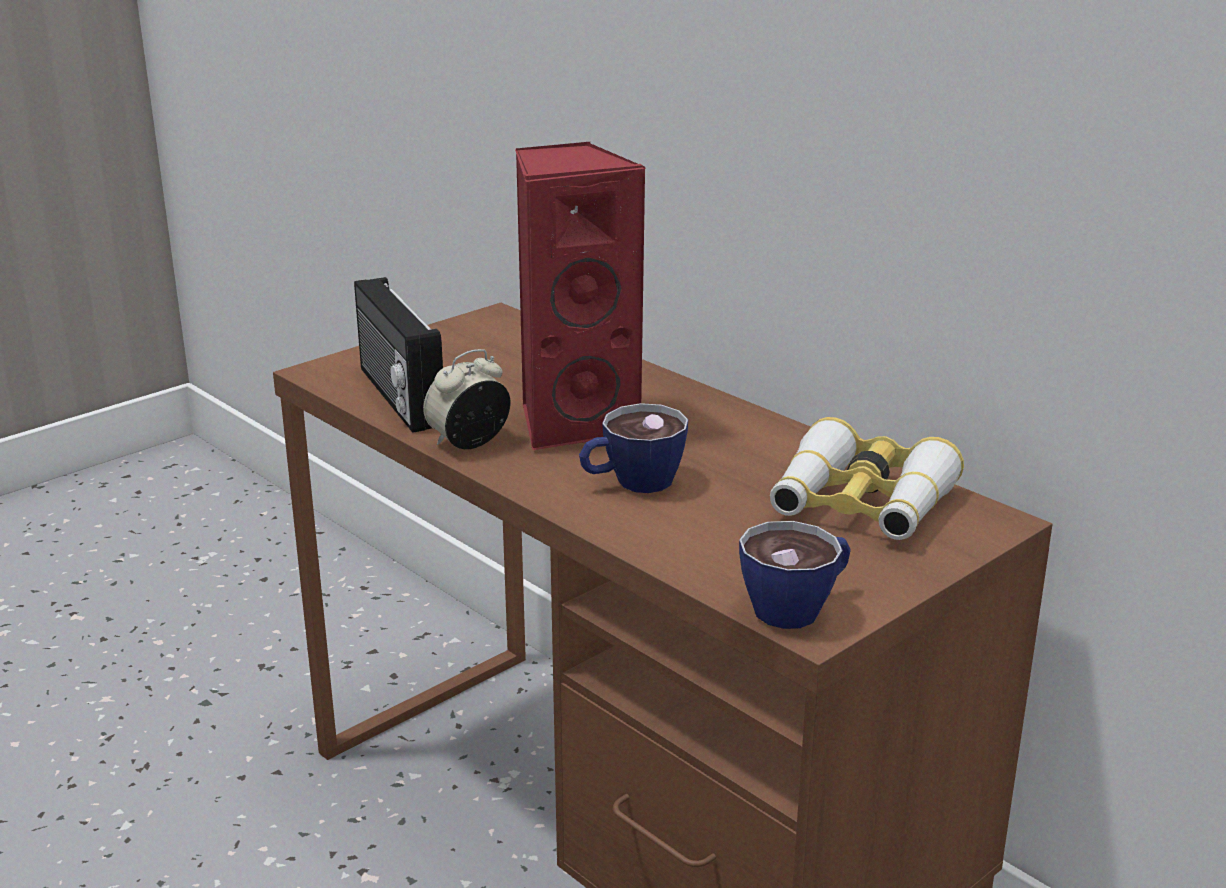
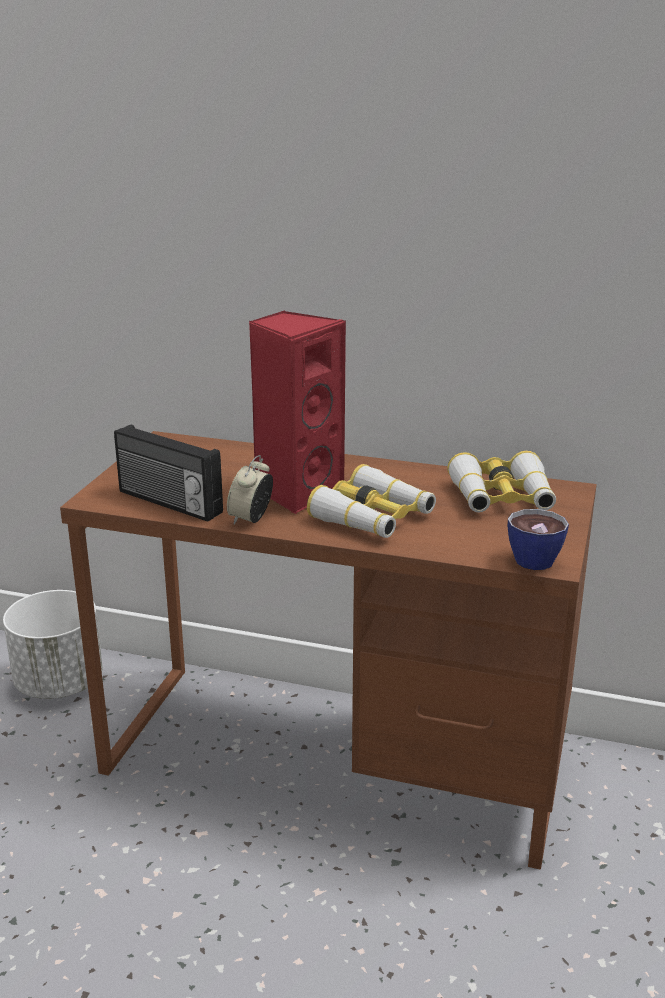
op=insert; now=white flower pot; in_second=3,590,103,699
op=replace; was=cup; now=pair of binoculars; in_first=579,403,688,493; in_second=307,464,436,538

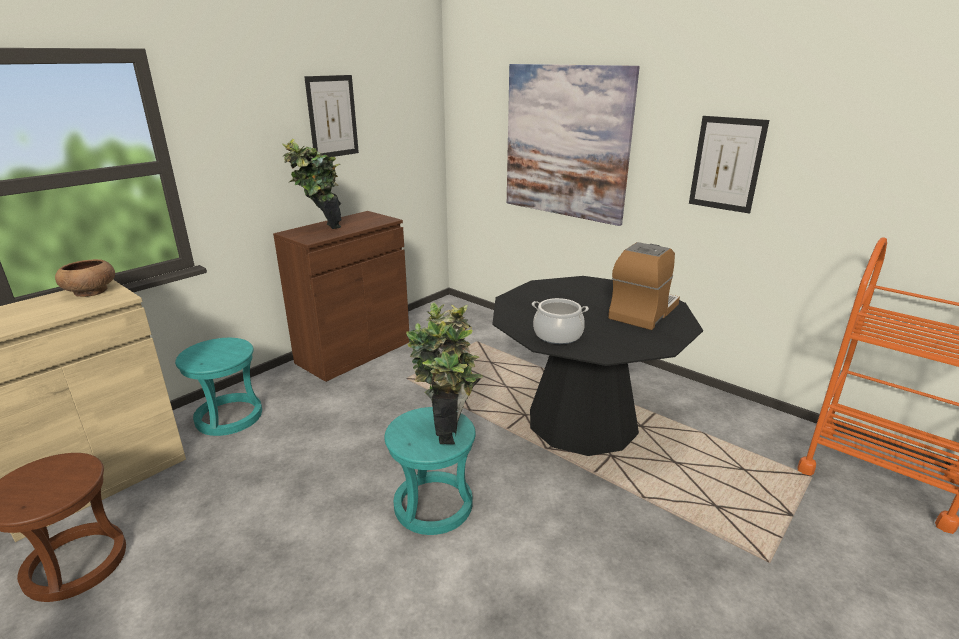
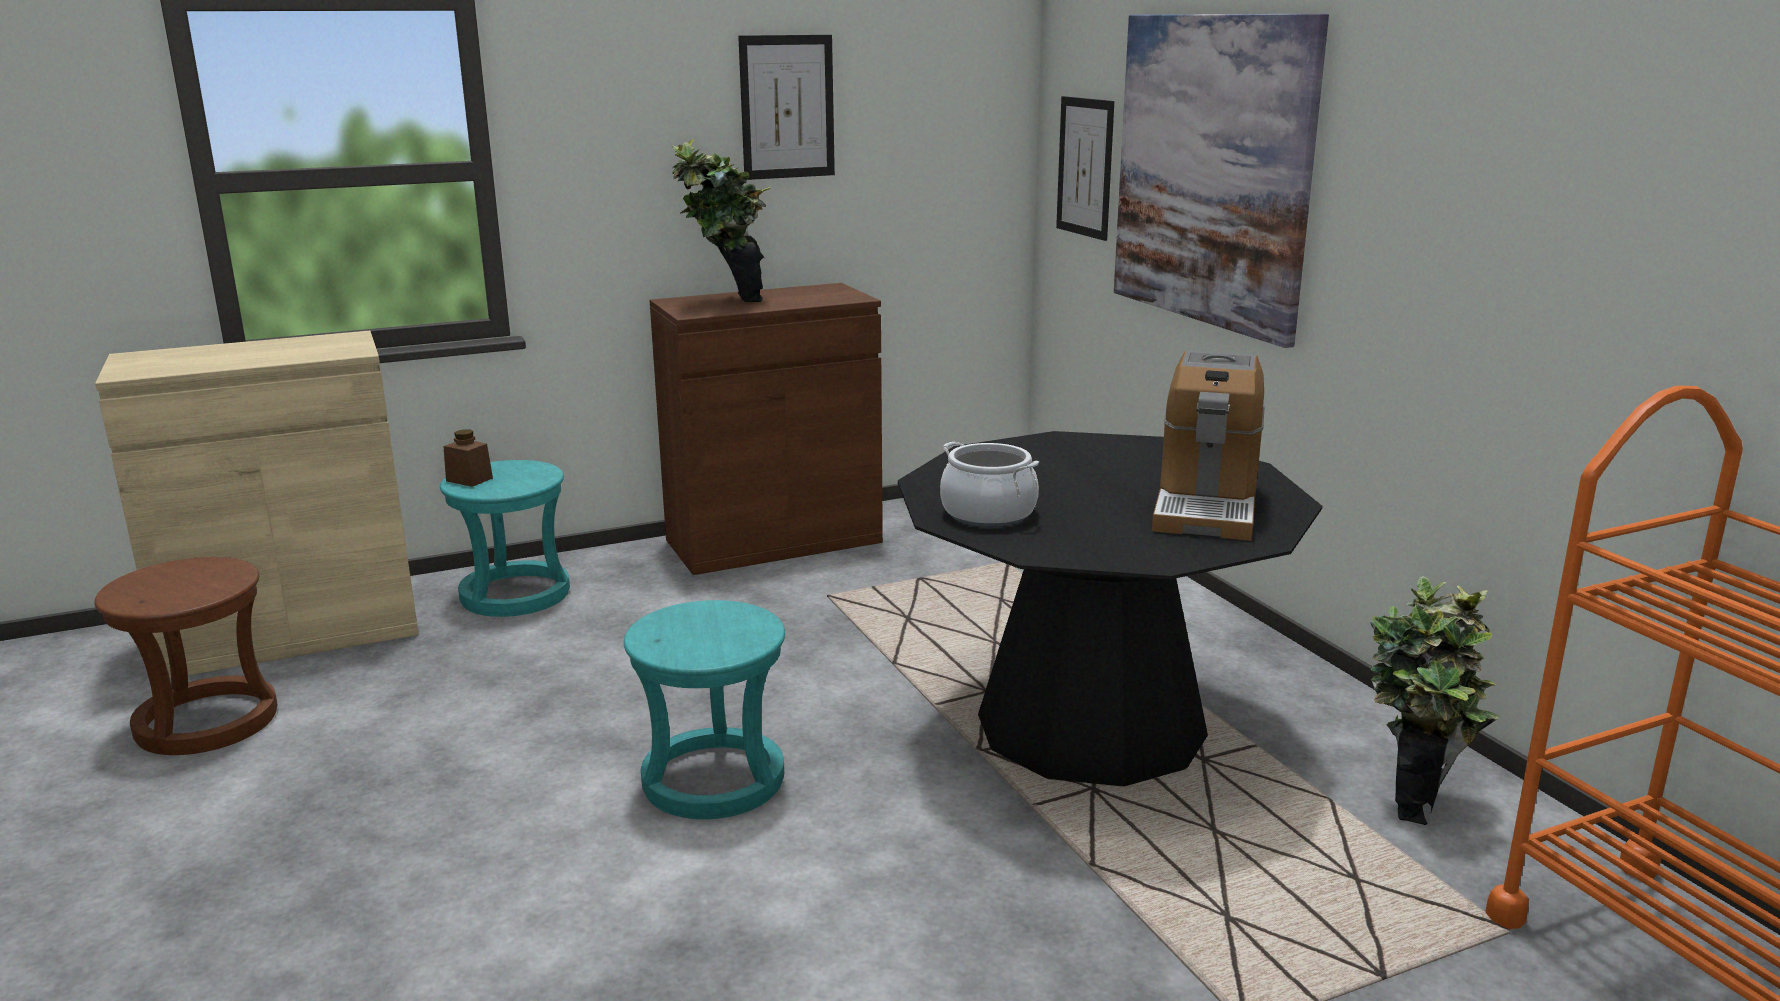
op=insert; now=brown preserve jar; in_second=443,429,493,487
op=move; was=wall picture; in_first=689,116,769,214; in_second=1056,96,1114,241
op=rotate; was=coffee brewer; in_first=608,242,680,330; in_second=1152,351,1265,541; clockwise=135
op=move; was=plant in a pot; in_first=406,302,483,444; in_second=1370,576,1499,825
op=delete; was=brown bowl; in_first=55,259,115,297

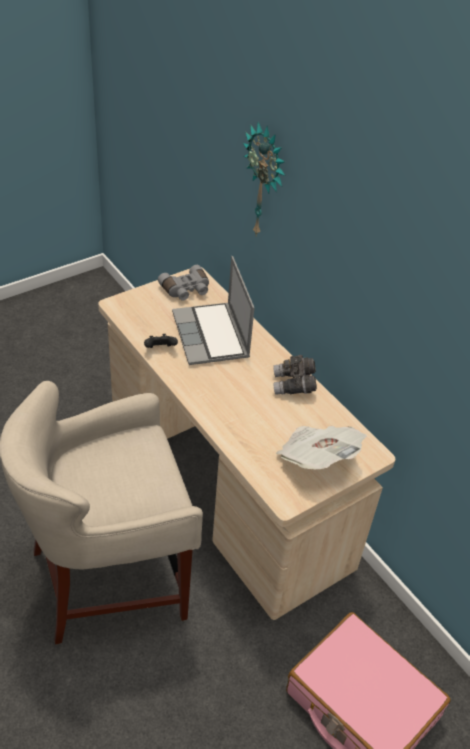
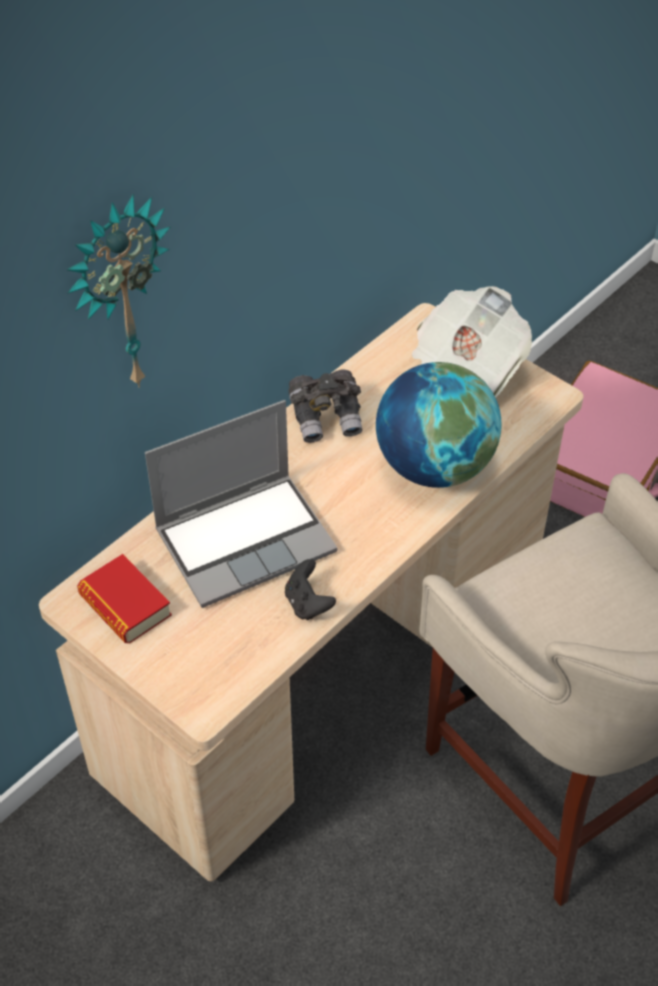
op=replace; was=grey pair of binoculars; now=volume; in_first=158,265,209,301; in_second=77,554,172,644
op=insert; now=world globe; in_second=376,362,502,488

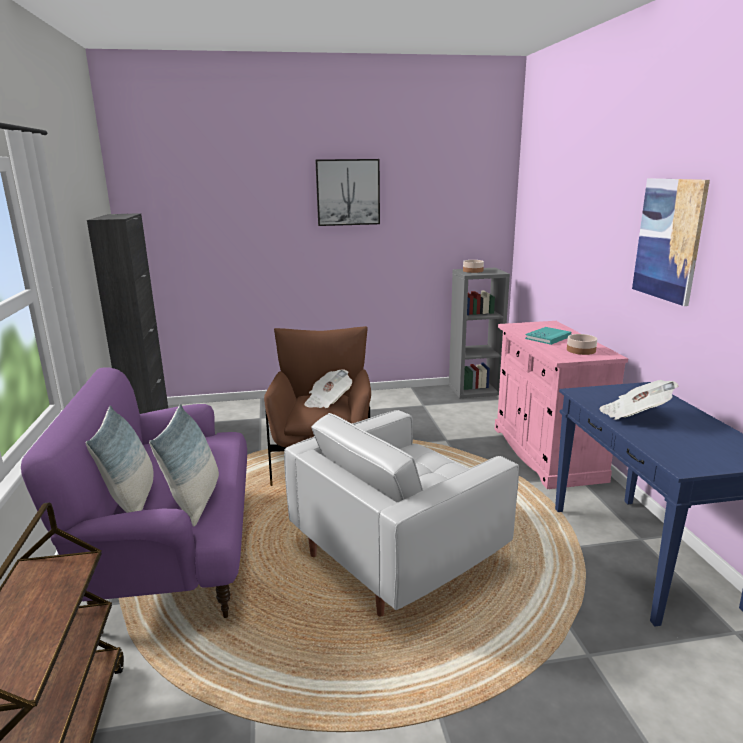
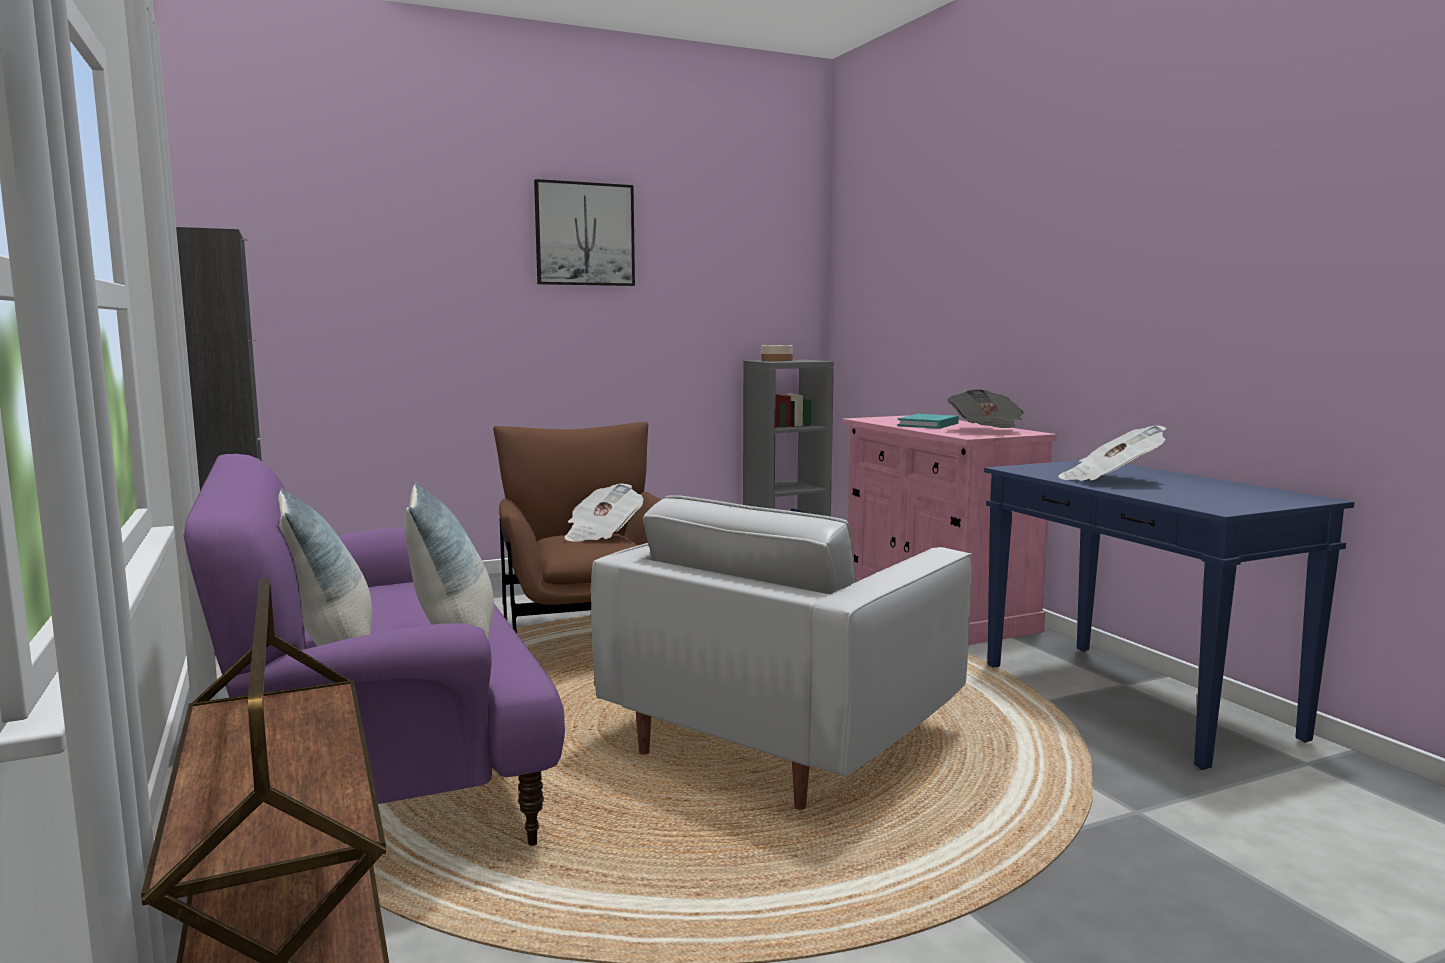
op=replace; was=bowl; now=newspaper; in_first=567,334,597,355; in_second=948,389,1024,428
op=delete; was=wall picture; in_first=632,178,710,306

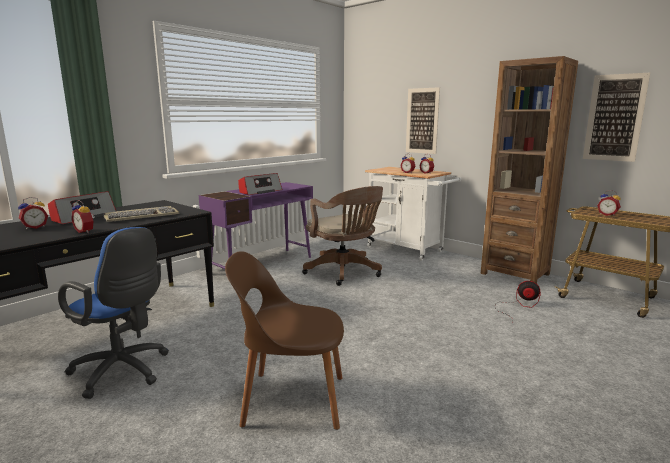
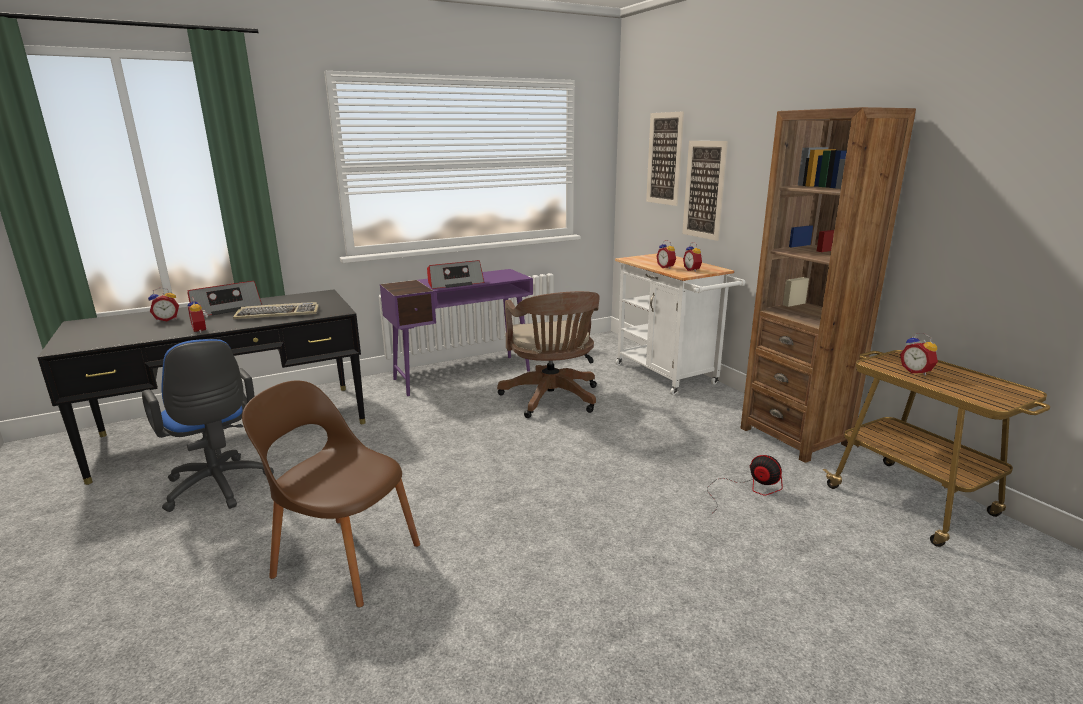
op=move; was=wall picture; in_first=583,73,650,162; in_second=646,111,684,206

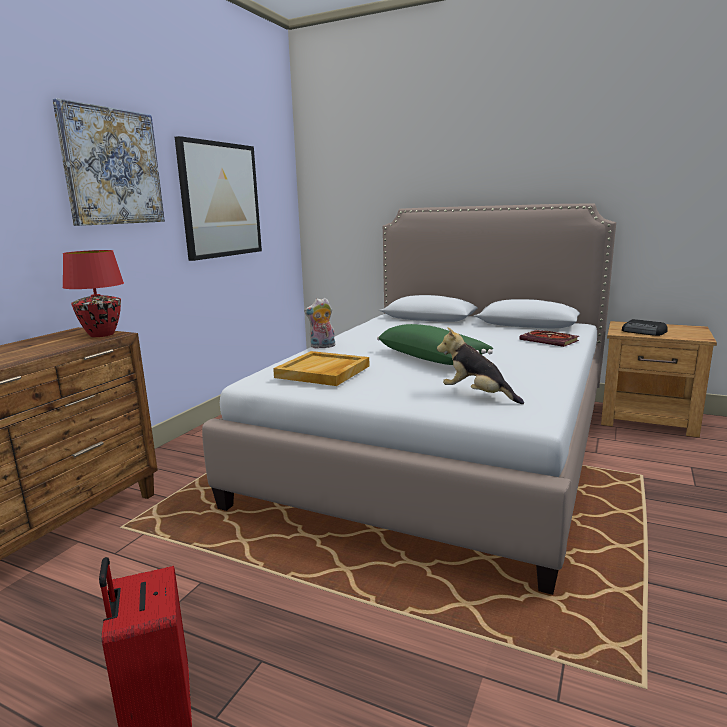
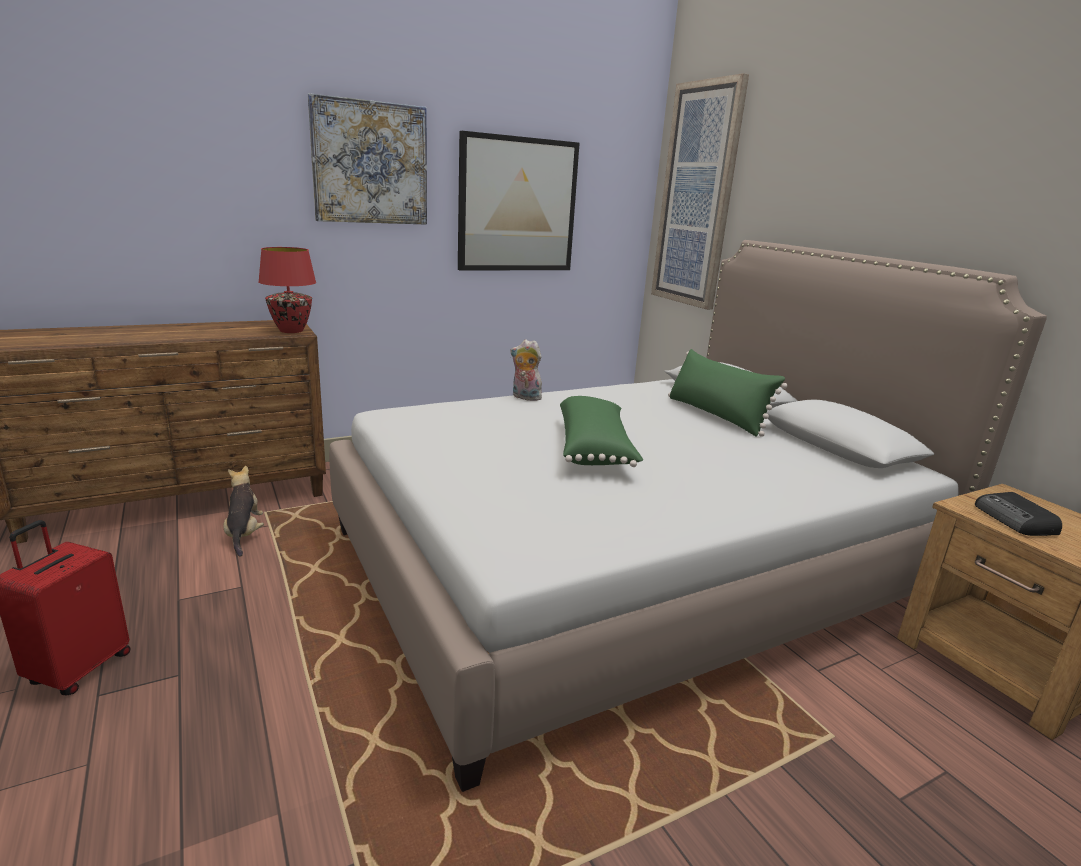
op=move; was=soft toy; in_first=437,327,524,404; in_second=224,466,264,557
op=insert; now=wall picture; in_second=651,73,749,310
op=insert; now=greenish throw pillow; in_second=668,349,788,437
op=delete; was=beige tray; in_first=273,351,369,386
op=delete; was=volume; in_first=519,330,579,347

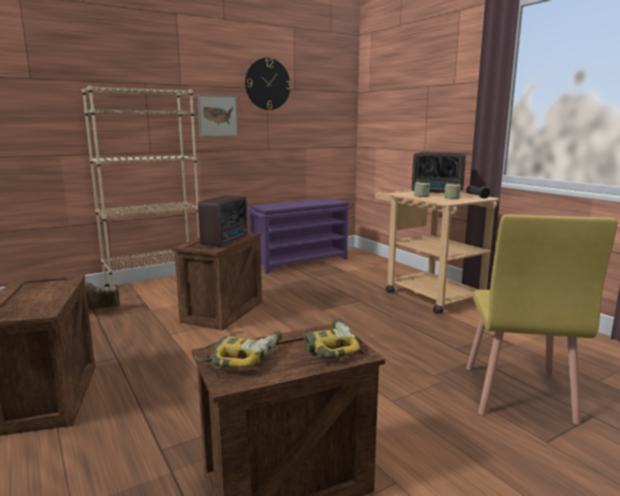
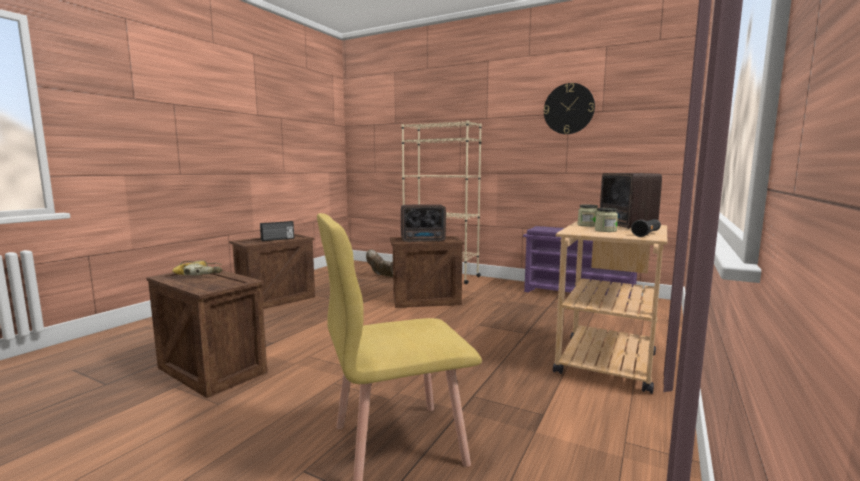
op=insert; now=radio set; in_second=260,221,294,241
op=delete; was=wall picture; in_first=198,95,238,137
op=delete; was=power drill; in_first=303,318,360,359

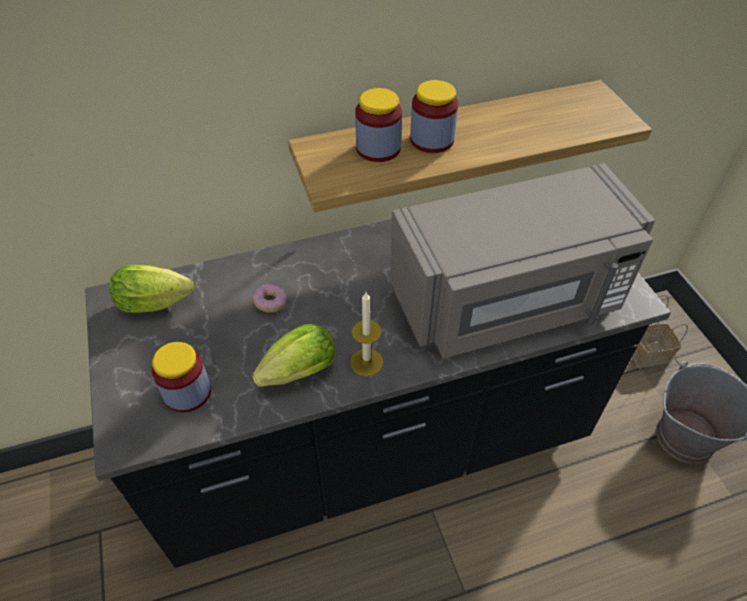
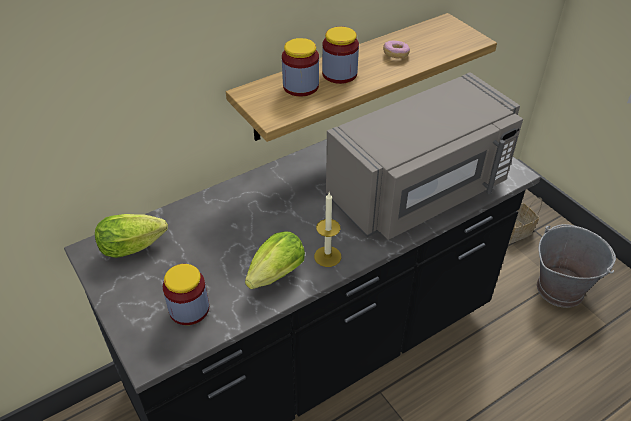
op=move; was=donut; in_first=253,284,287,312; in_second=383,41,410,58

